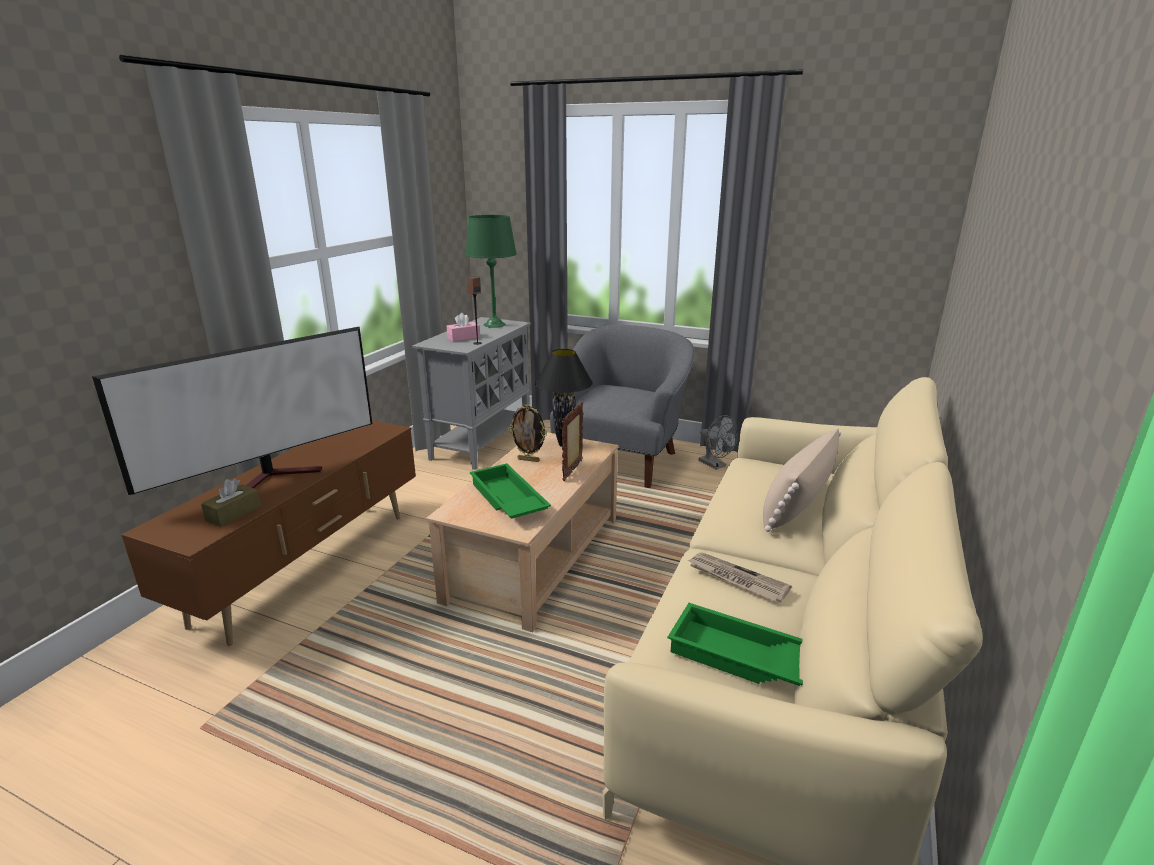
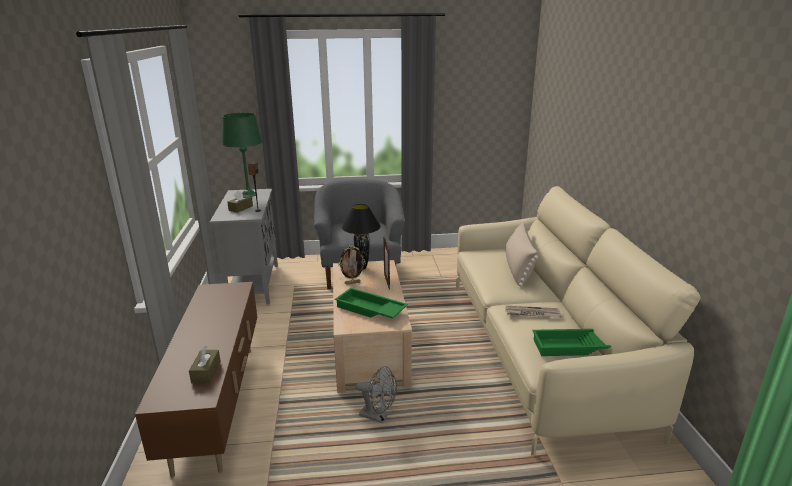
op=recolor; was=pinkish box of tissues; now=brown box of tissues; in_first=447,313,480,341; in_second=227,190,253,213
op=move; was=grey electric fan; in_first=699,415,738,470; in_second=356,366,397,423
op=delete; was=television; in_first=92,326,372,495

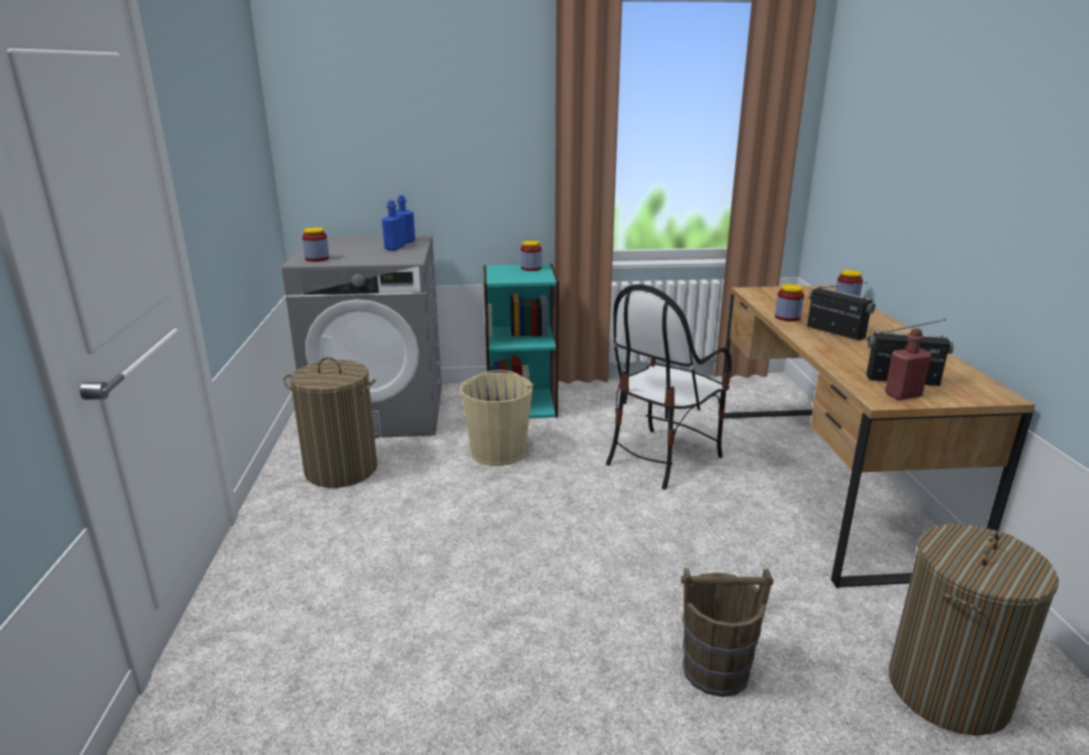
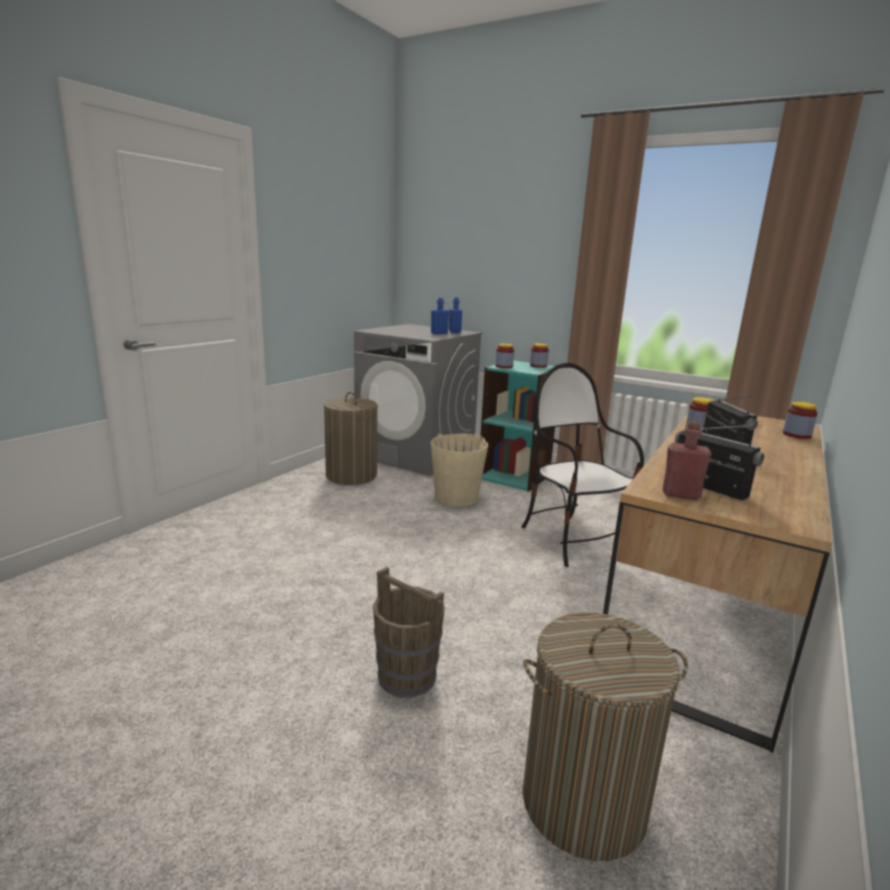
op=move; was=preserve jar; in_first=302,227,329,262; in_second=496,344,514,368
op=rotate; was=upright chair; in_first=606,284,732,489; in_second=521,363,644,567; clockwise=75

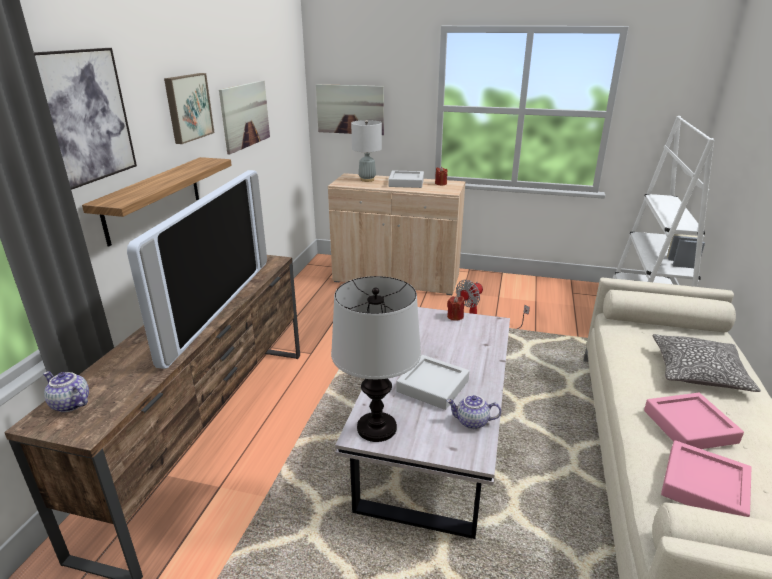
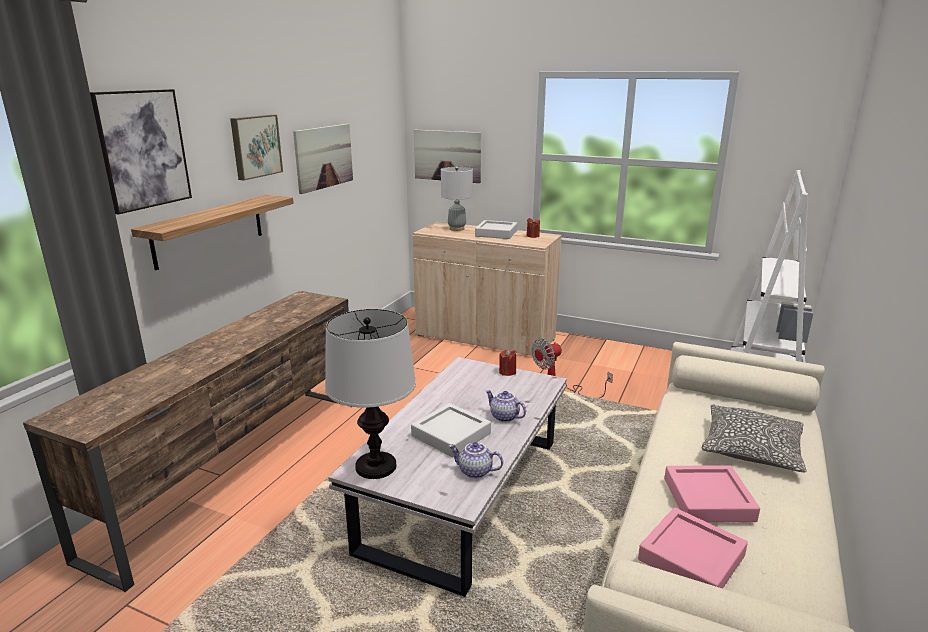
op=move; was=tea pot; in_first=43,371,89,412; in_second=486,390,526,422
op=delete; was=television; in_first=127,170,267,369

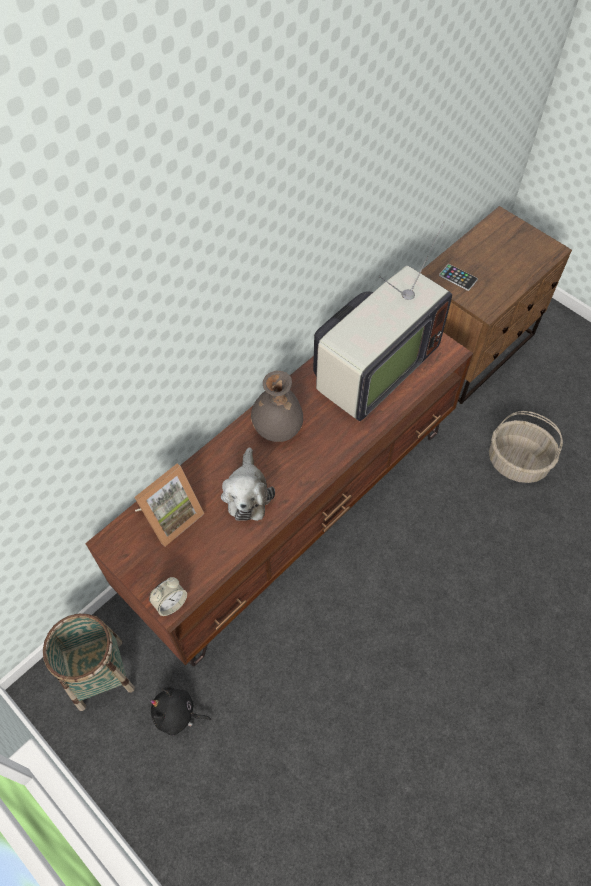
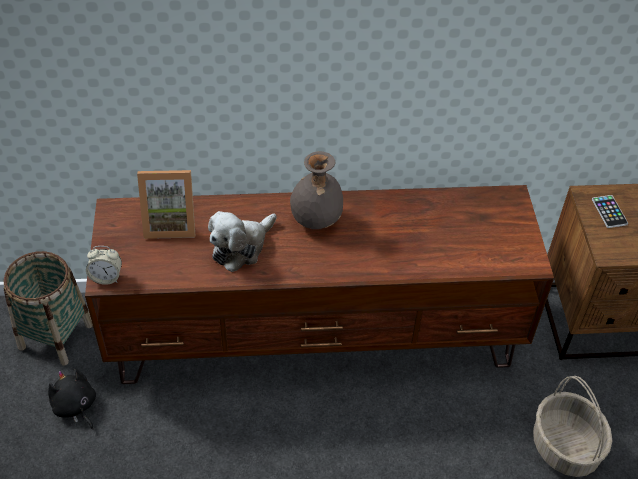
op=delete; was=television; in_first=313,221,452,421

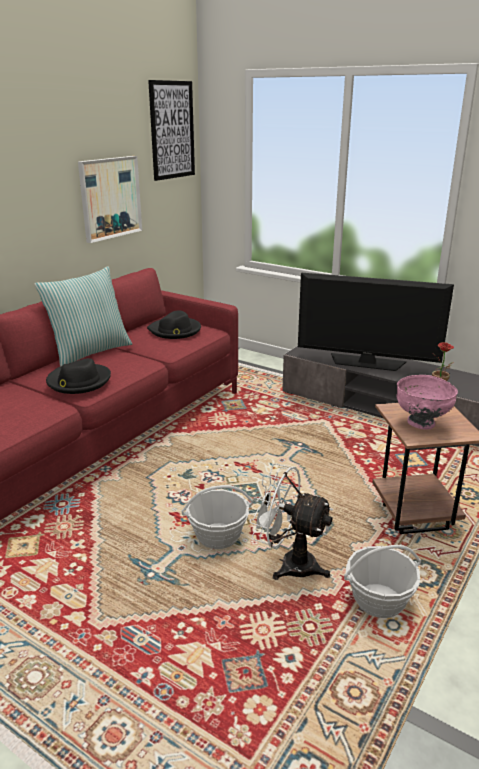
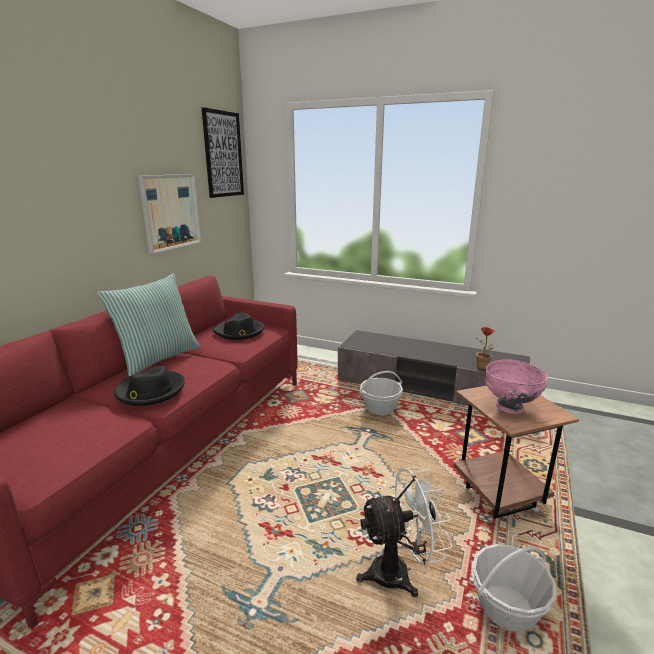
op=rotate; was=white electric fan; in_first=249,463,333,580; in_second=356,467,452,597; clockwise=150
op=move; was=basket; in_first=181,485,253,549; in_second=359,371,403,415
op=delete; was=television; in_first=298,273,454,371

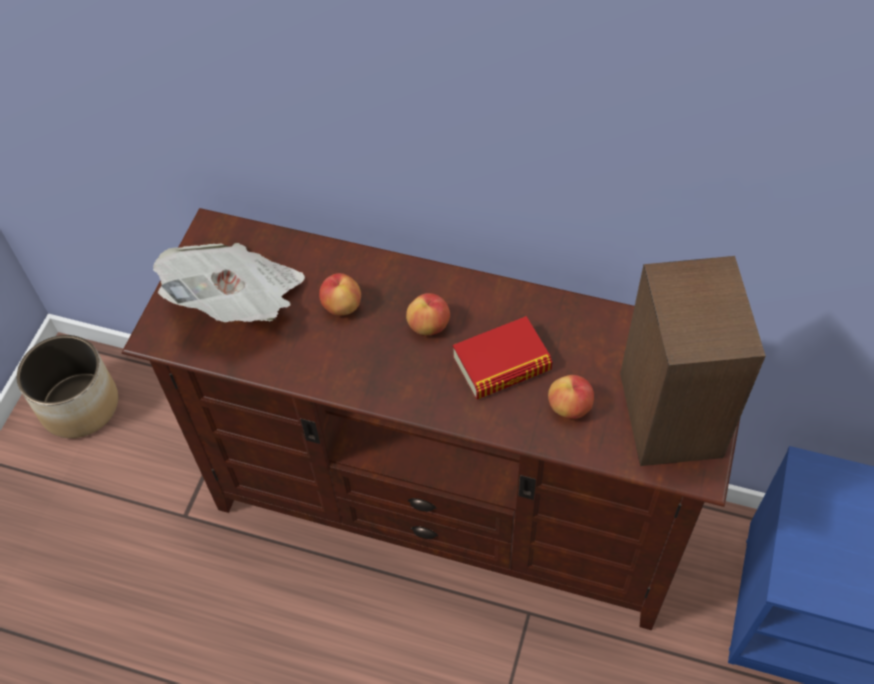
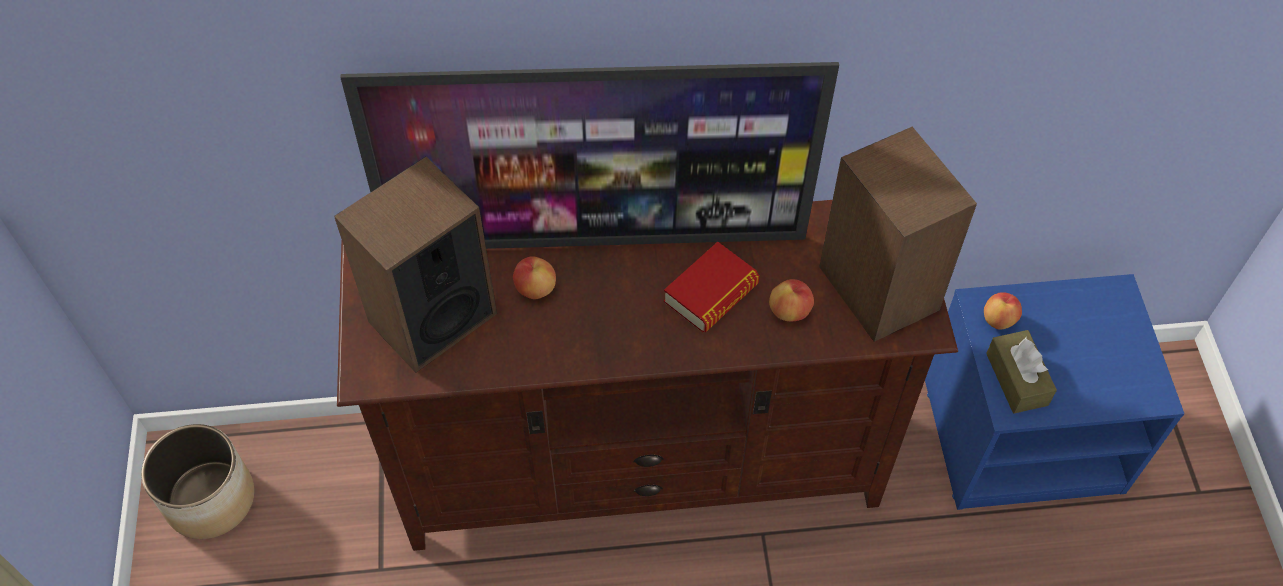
op=replace; was=newspaper; now=audio speaker; in_first=153,243,305,322; in_second=334,157,497,373
op=insert; now=television; in_second=340,62,839,249
op=move; was=whole apple; in_first=406,293,450,335; in_second=984,292,1022,329
op=insert; now=brown box of tissues; in_second=986,330,1057,413

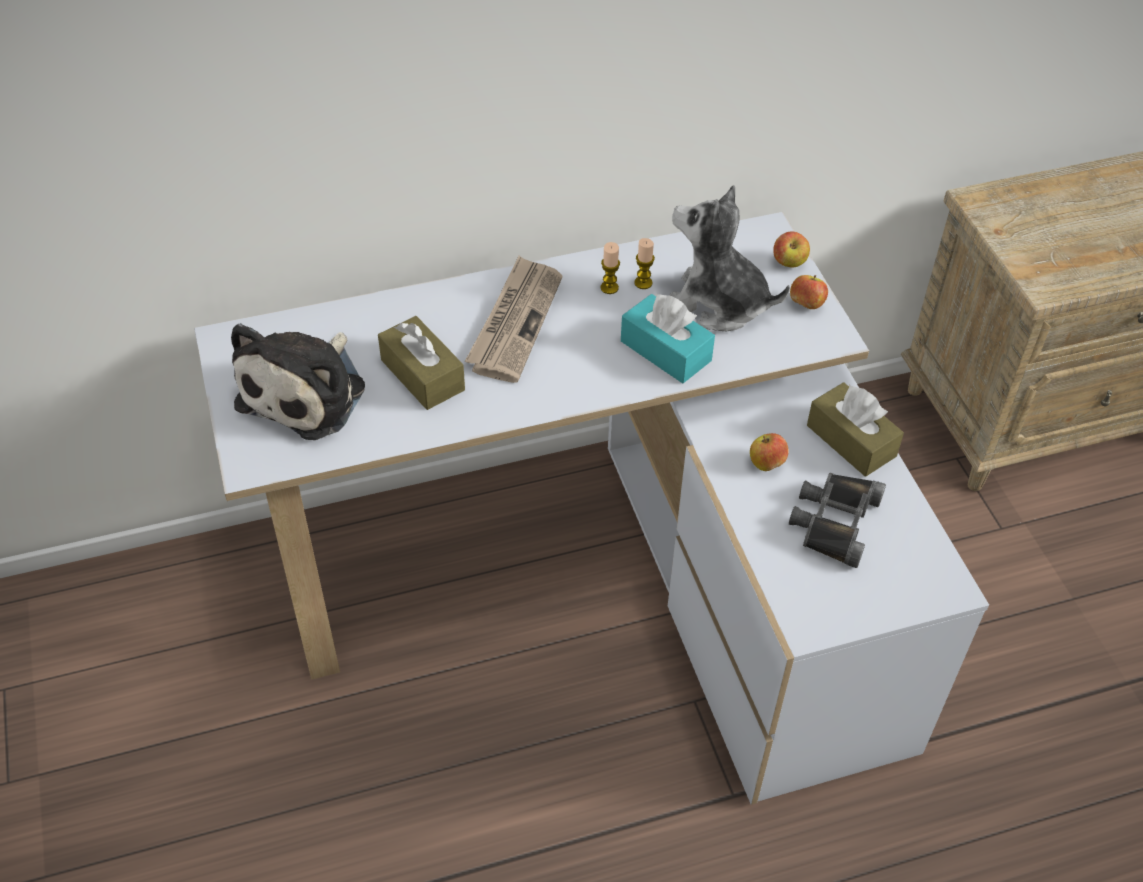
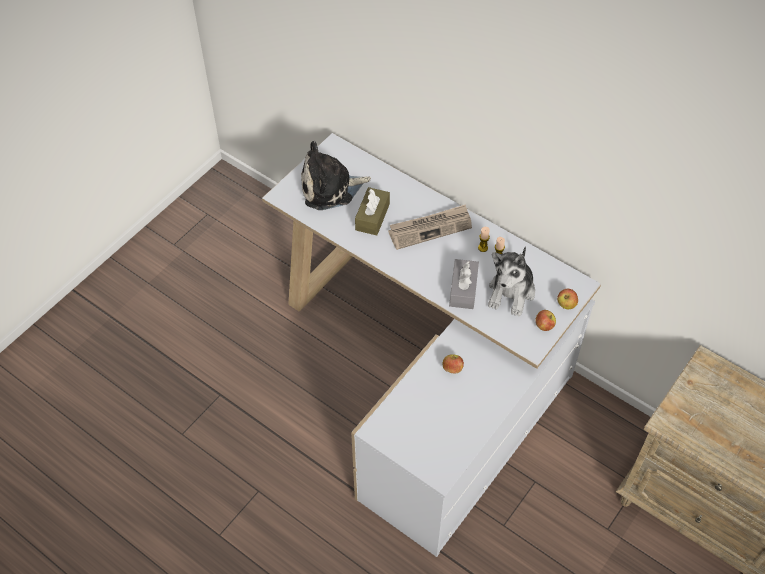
op=recolor; was=blue-green box of tissues; now=grey box of tissues; in_first=621,294,715,383; in_second=449,259,479,309
op=rotate; was=soft toy; in_first=669,185,790,331; in_second=488,246,535,317; clockwise=-150
op=delete; was=blackish pair of binoculars; in_first=789,473,886,568
op=delete; was=brown box of tissues; in_first=807,382,904,477

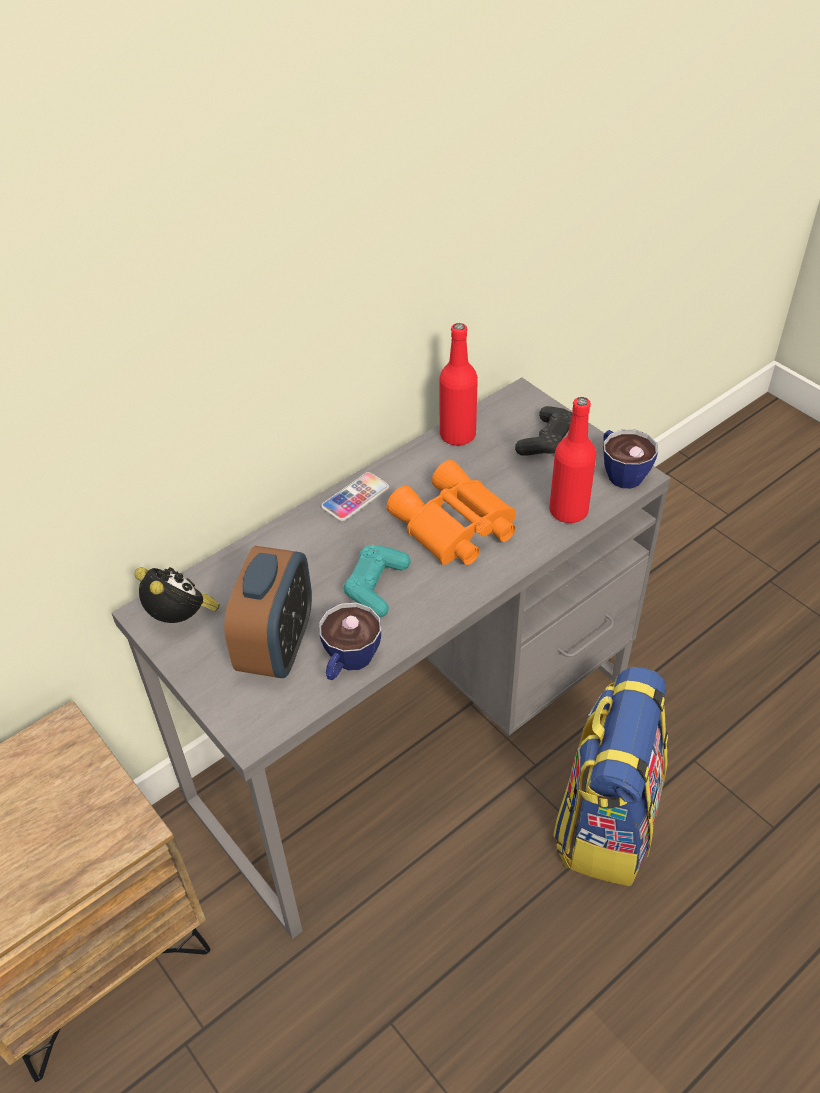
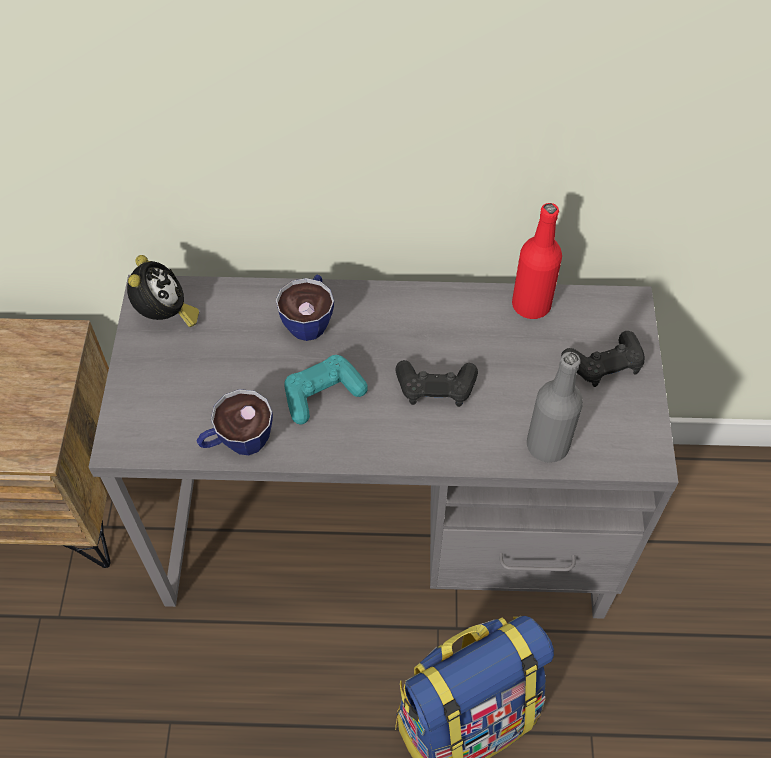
op=move; was=cup; in_first=603,430,658,488; in_second=276,275,334,341
op=replace; was=orange pair of binoculars; now=blackish gamepad; in_first=387,460,516,565; in_second=395,360,478,407
op=recolor; was=red drink bottle; now=grey drink bottle; in_first=549,397,597,523; in_second=527,352,583,463
op=delete; was=bedside clock; in_first=224,546,312,678
op=delete; was=phone; in_first=321,472,389,522

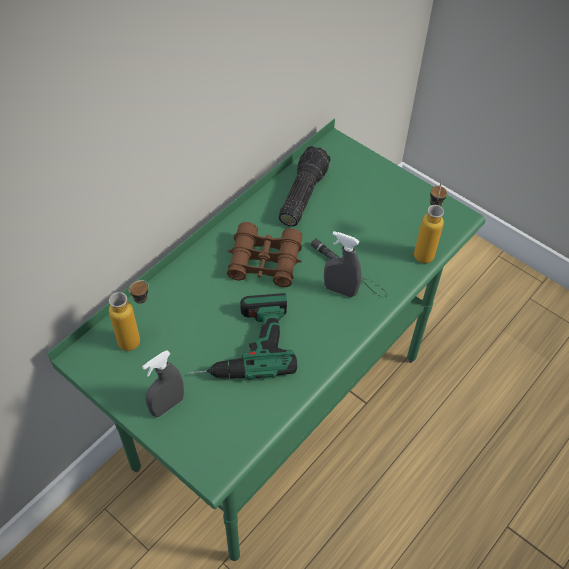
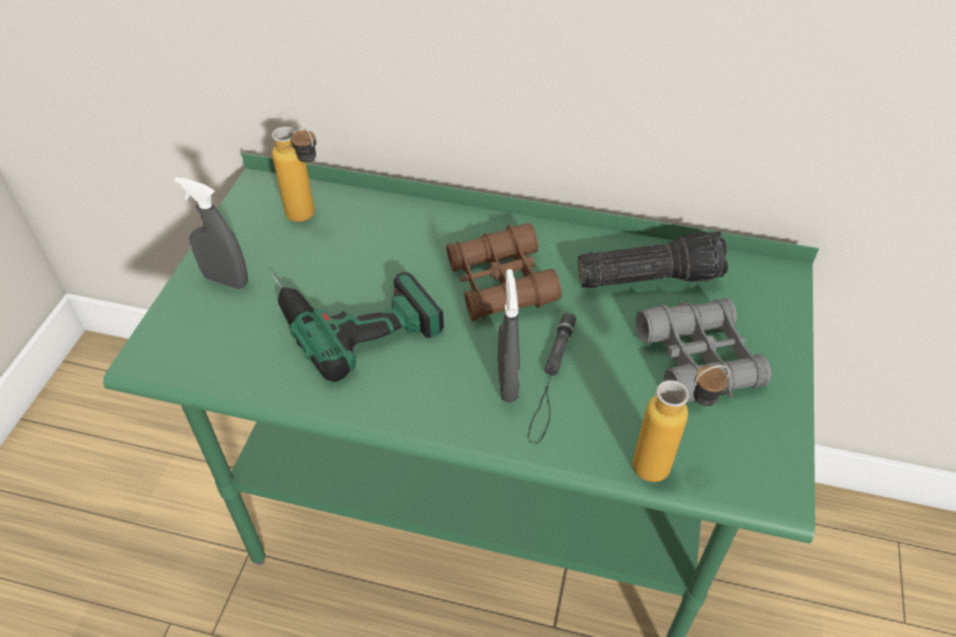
op=insert; now=grey pair of binoculars; in_second=636,298,771,403

